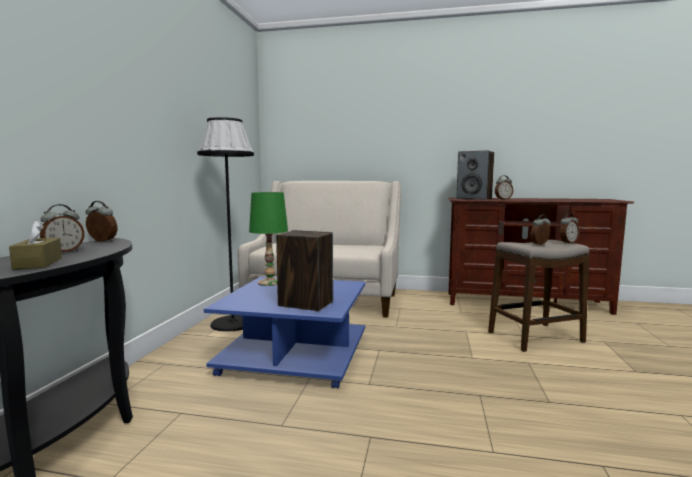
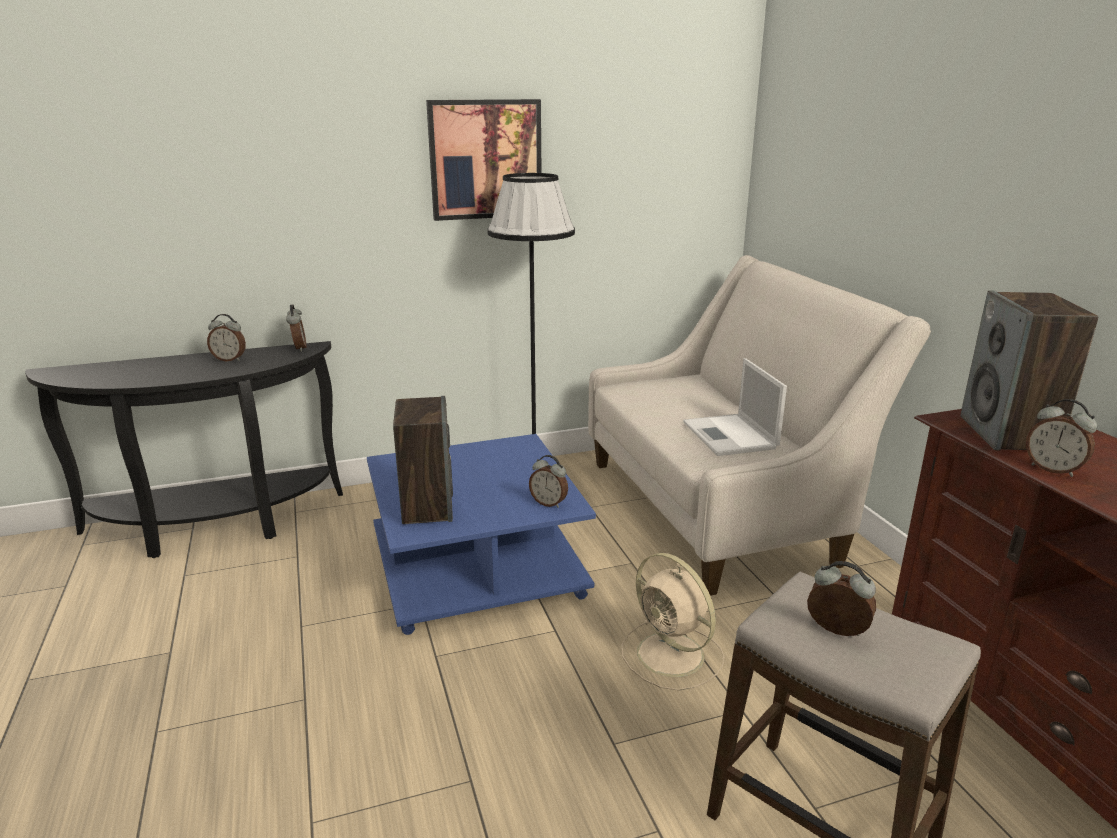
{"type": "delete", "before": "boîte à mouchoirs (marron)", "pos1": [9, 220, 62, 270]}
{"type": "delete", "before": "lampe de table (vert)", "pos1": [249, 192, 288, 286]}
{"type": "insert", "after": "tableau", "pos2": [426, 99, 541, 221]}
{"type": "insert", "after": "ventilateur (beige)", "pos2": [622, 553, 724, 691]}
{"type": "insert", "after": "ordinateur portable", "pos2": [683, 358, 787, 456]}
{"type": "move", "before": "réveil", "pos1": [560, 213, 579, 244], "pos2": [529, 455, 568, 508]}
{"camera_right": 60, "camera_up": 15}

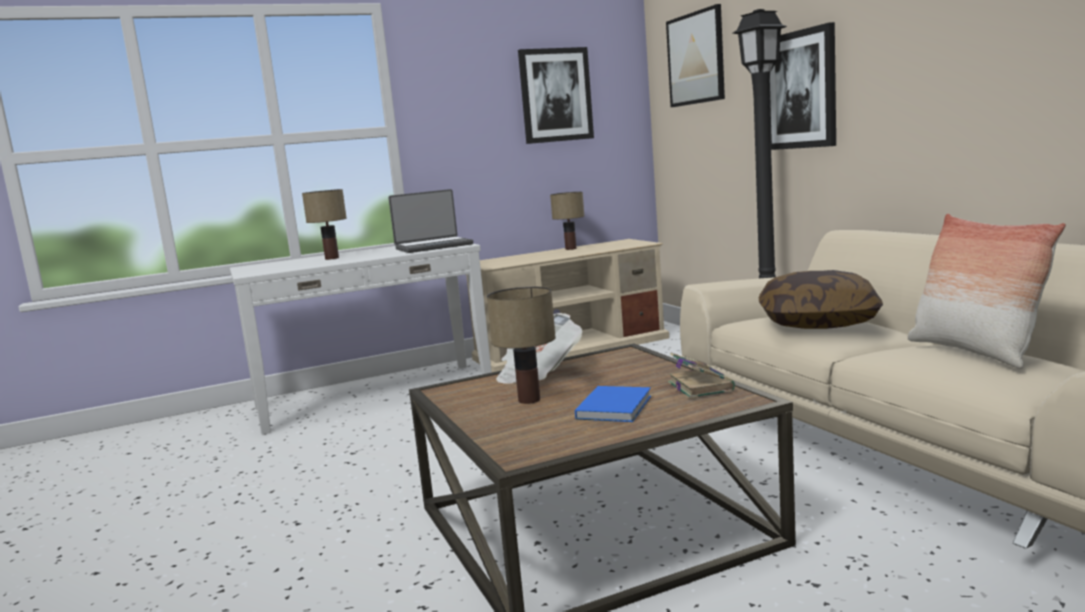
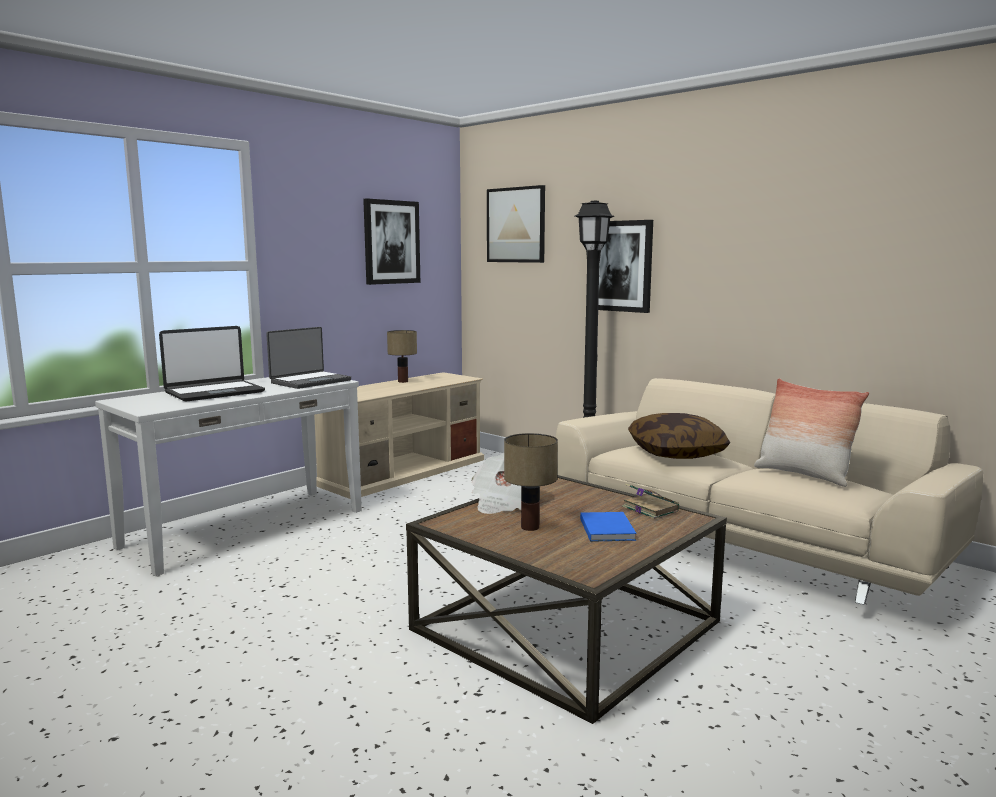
{"type": "replace", "before": "lampe de table", "after": "ordinateur portable", "pos1": [302, 189, 347, 260], "pos2": [159, 326, 265, 402]}
{"camera_right": -25, "camera_up": 0}

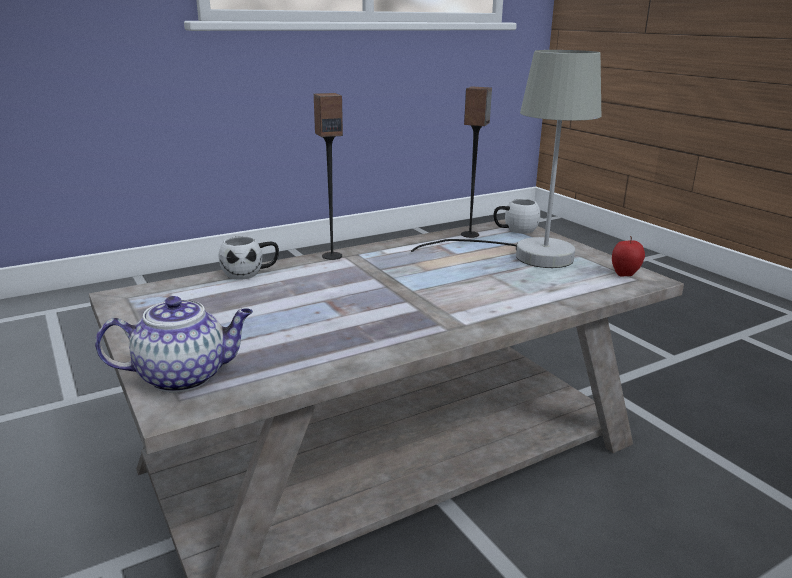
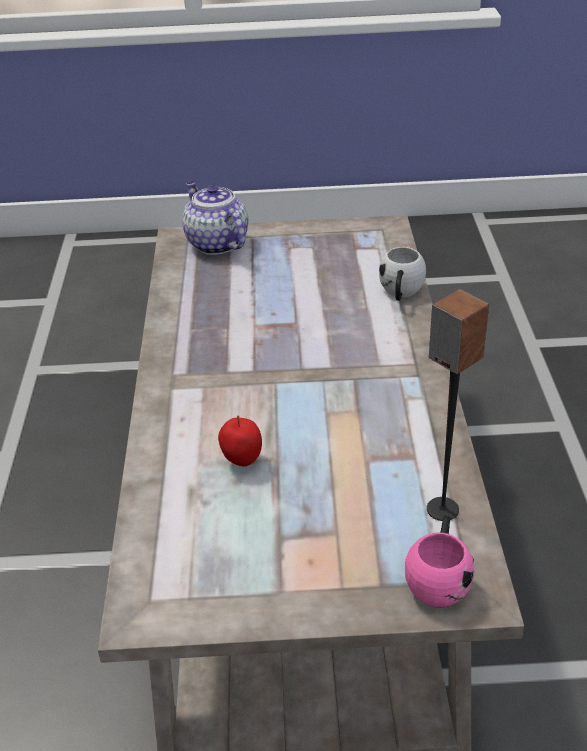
{"type": "delete", "before": "enceinte", "pos1": [314, 93, 343, 260]}
{"type": "delete", "before": "lampe de table (gris)", "pos1": [411, 50, 601, 268]}
{"type": "move", "before": "pomme", "pos1": [612, 236, 645, 277], "pos2": [218, 416, 262, 466]}
{"type": "recolor", "before": "mug (blanc)", "after": "mug (rose)", "pos1": [494, 199, 540, 234], "pos2": [405, 515, 475, 608]}
{"type": "rotate", "before": "théière", "pos1": [95, 296, 253, 393], "pos2": [182, 182, 248, 255], "turn": 135}
{"camera_right": 120, "camera_up": 15}

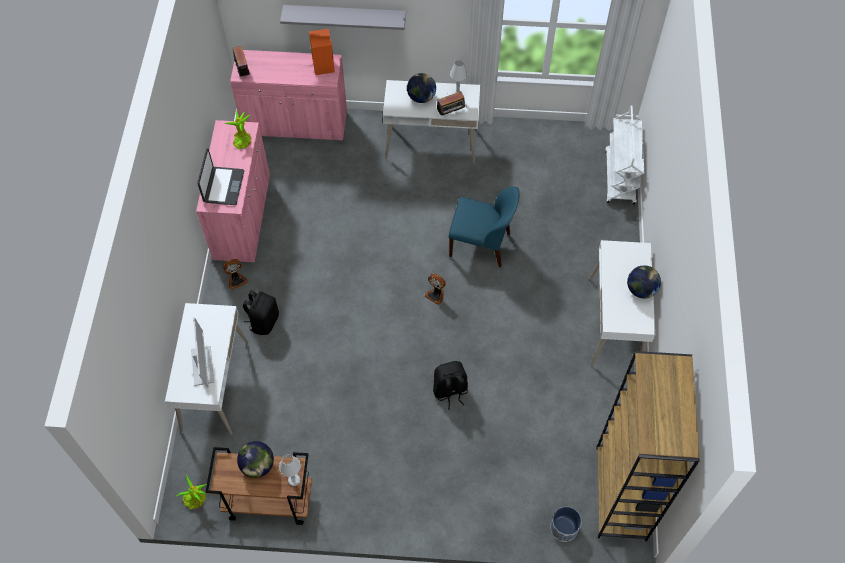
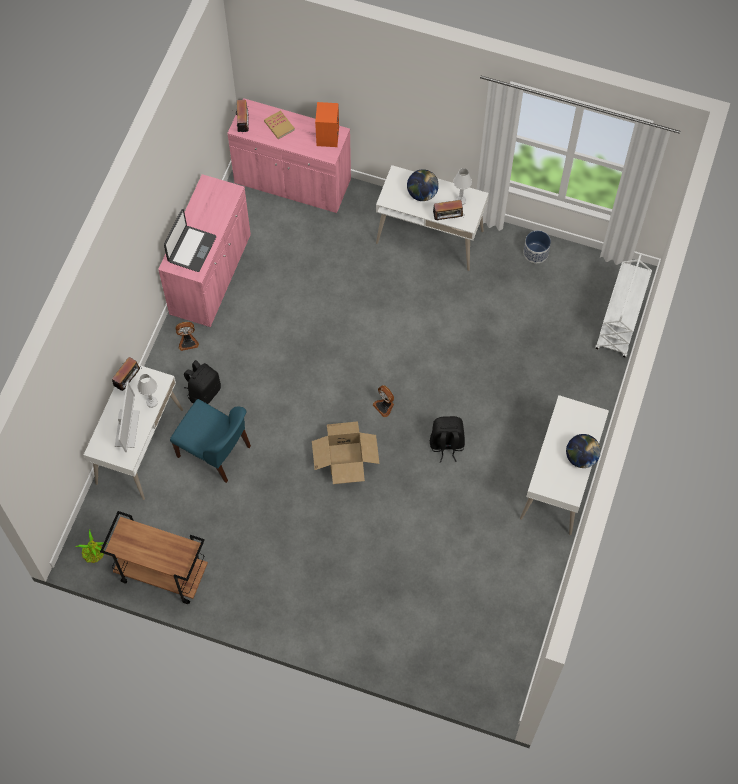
{"type": "delete", "before": "plante en pot", "pos1": [224, 110, 251, 149]}
{"type": "delete", "before": "globe", "pos1": [237, 441, 274, 478]}
{"type": "delete", "before": "étagère (gris)", "pos1": [280, 5, 406, 30]}
{"type": "delete", "before": "bibliothèque (marron)", "pos1": [596, 351, 700, 541]}
{"type": "insert", "after": "radio", "pos2": [109, 357, 142, 391]}
{"type": "insert", "after": "livre", "pos2": [264, 110, 295, 139]}
{"type": "insert", "after": "carton", "pos2": [312, 421, 379, 484]}
{"type": "move", "before": "lampe de table (blanc)", "pos1": [279, 454, 301, 486], "pos2": [137, 374, 158, 408]}
{"type": "move", "before": "sac à dos (noir)", "pos1": [433, 361, 468, 410], "pos2": [430, 416, 465, 463]}
{"type": "move", "before": "chaise (bleu)", "pos1": [449, 186, 519, 267], "pos2": [170, 399, 251, 483]}
{"type": "move", "before": "cache-pot", "pos1": [550, 507, 582, 542], "pos2": [524, 231, 551, 263]}
{"camera_right": 15, "camera_up": 5}

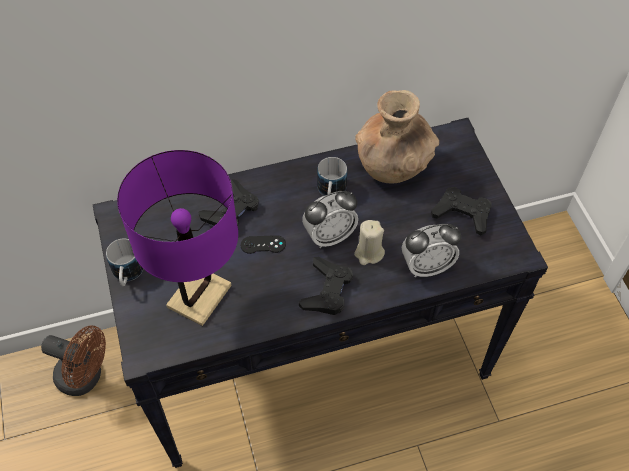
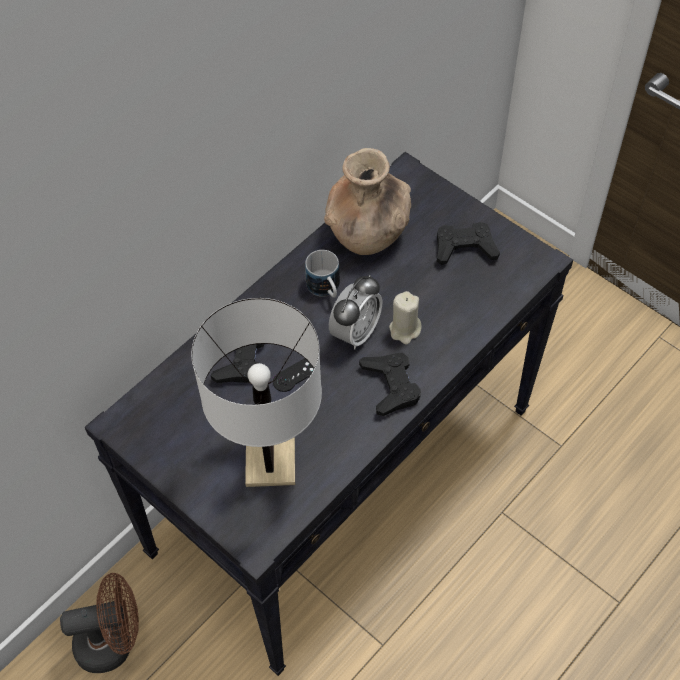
{"type": "delete", "before": "mug", "pos1": [106, 238, 143, 286]}
{"type": "delete", "before": "réveil", "pos1": [402, 224, 461, 277]}
{"type": "recolor", "before": "lampe de table (violet)", "after": "lampe de table (blanc)", "pos1": [117, 150, 238, 326], "pos2": [191, 298, 322, 487]}
{"camera_right": -30, "camera_up": 0}

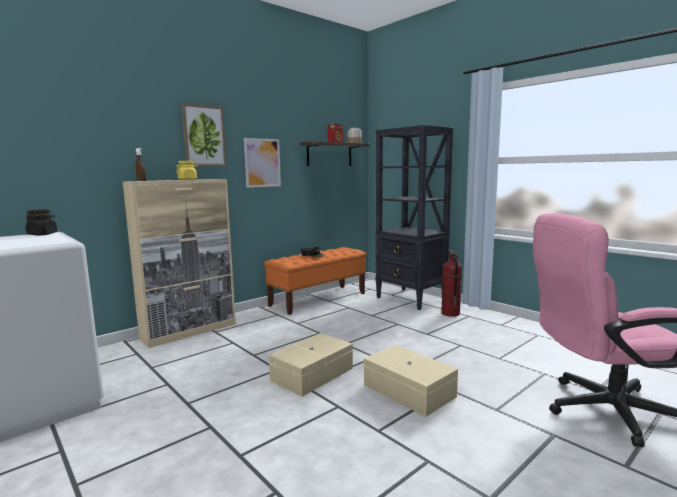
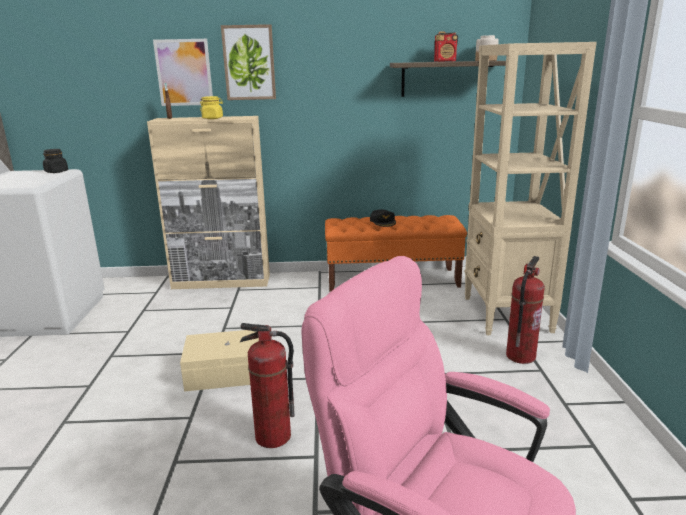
{"type": "move", "before": "tableau", "pos1": [244, 138, 281, 188], "pos2": [153, 39, 213, 106]}
{"type": "replace", "before": "boîte de rangement (beige)", "after": "extincteur", "pos1": [364, 345, 458, 417], "pos2": [240, 323, 295, 448]}
{"type": "recolor", "before": "bibliothèque (noir)", "after": "bibliothèque (beige)", "pos1": [375, 125, 453, 310], "pos2": [464, 42, 597, 335]}
{"camera_right": 40, "camera_up": 10}

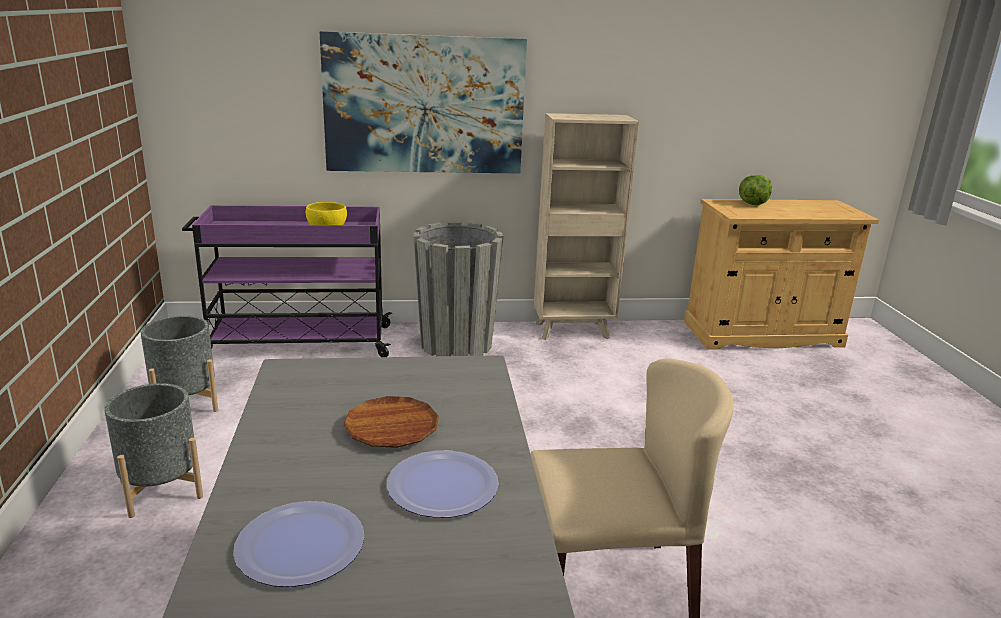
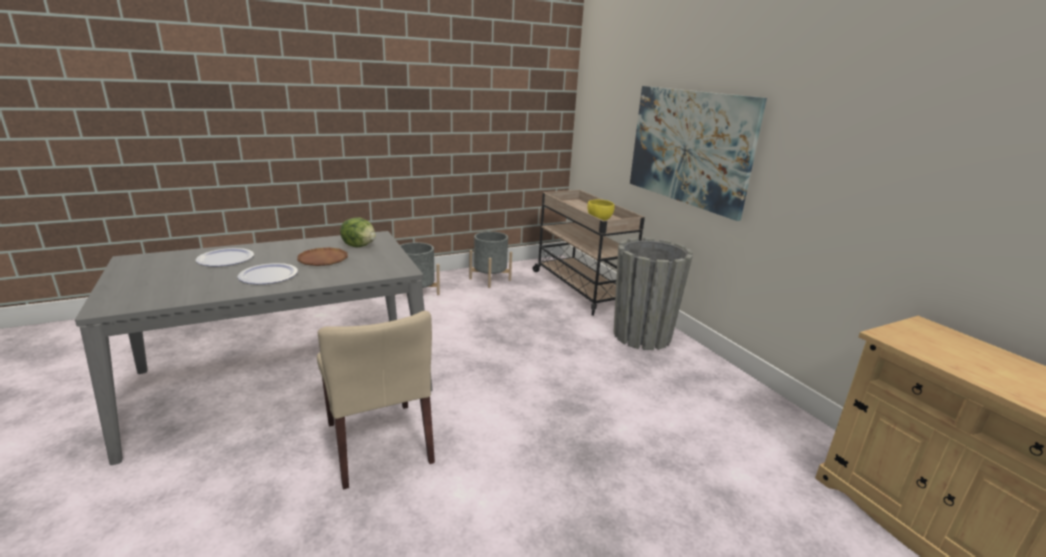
{"type": "delete", "before": "bibliothèque (beige)", "pos1": [534, 113, 639, 340]}
{"type": "move", "before": "laitue", "pos1": [739, 175, 772, 205], "pos2": [340, 218, 376, 247]}
{"type": "recolor", "before": "chariot (violet)", "after": "chariot (beige)", "pos1": [182, 205, 392, 357], "pos2": [533, 190, 645, 316]}
{"camera_right": 70, "camera_up": 0}

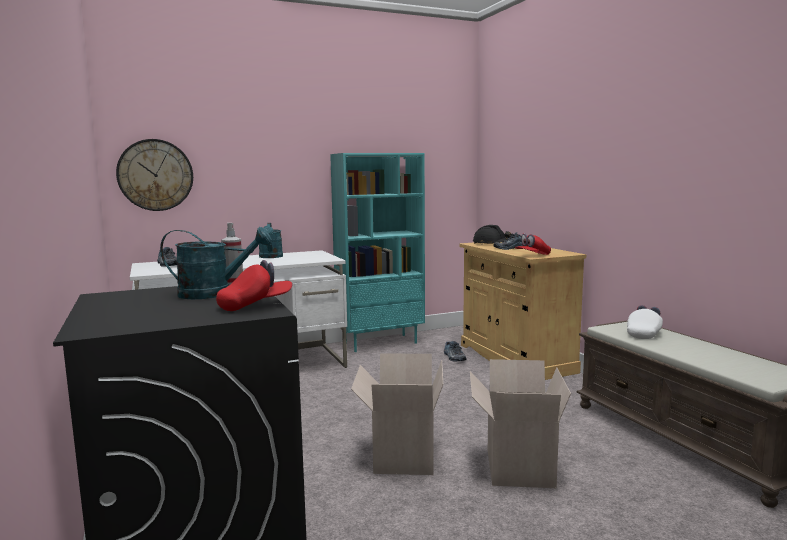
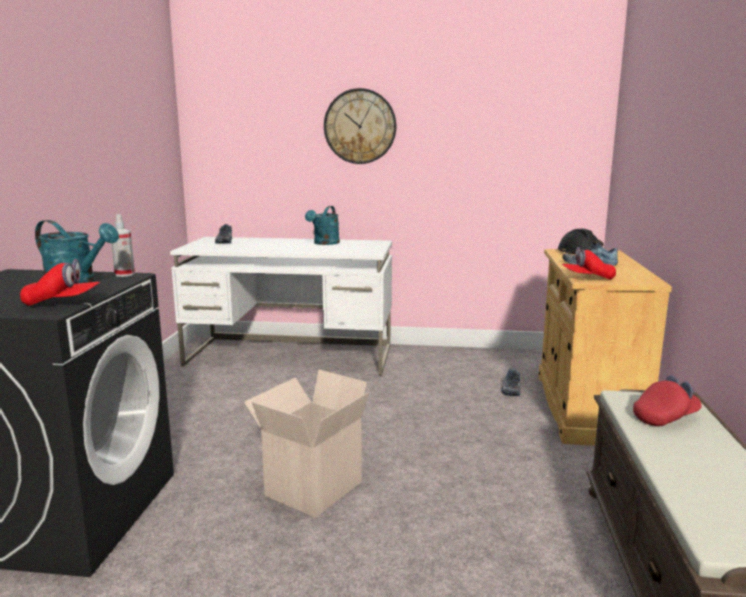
{"type": "delete", "before": "bibliothèque (turquoise)", "pos1": [330, 153, 425, 352]}
{"type": "delete", "before": "carton", "pos1": [470, 359, 571, 488]}
{"type": "move", "before": "horloge murale", "pos1": [116, 139, 193, 211], "pos2": [324, 88, 396, 164]}
{"type": "recolor", "before": "casquette (blanc)", "after": "casquette (rouge)", "pos1": [627, 305, 663, 339], "pos2": [633, 375, 702, 426]}
{"camera_right": 30, "camera_up": 5}

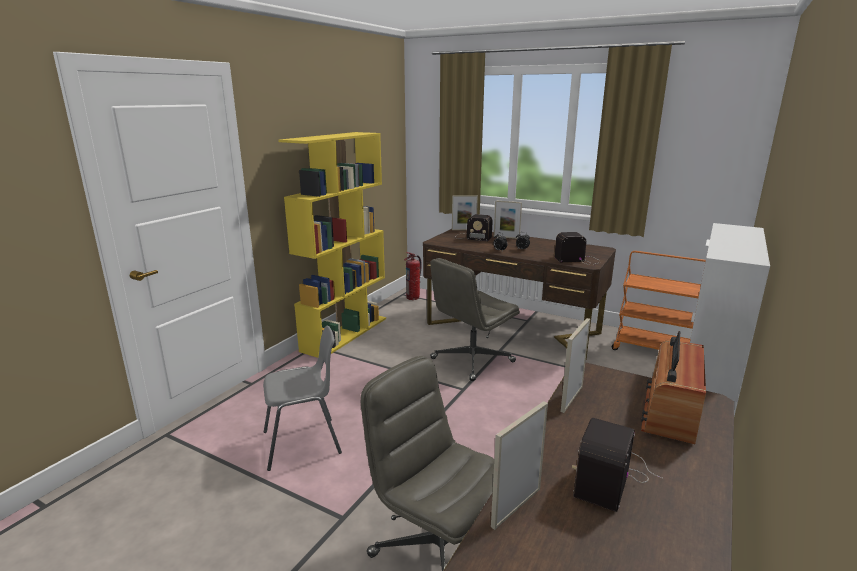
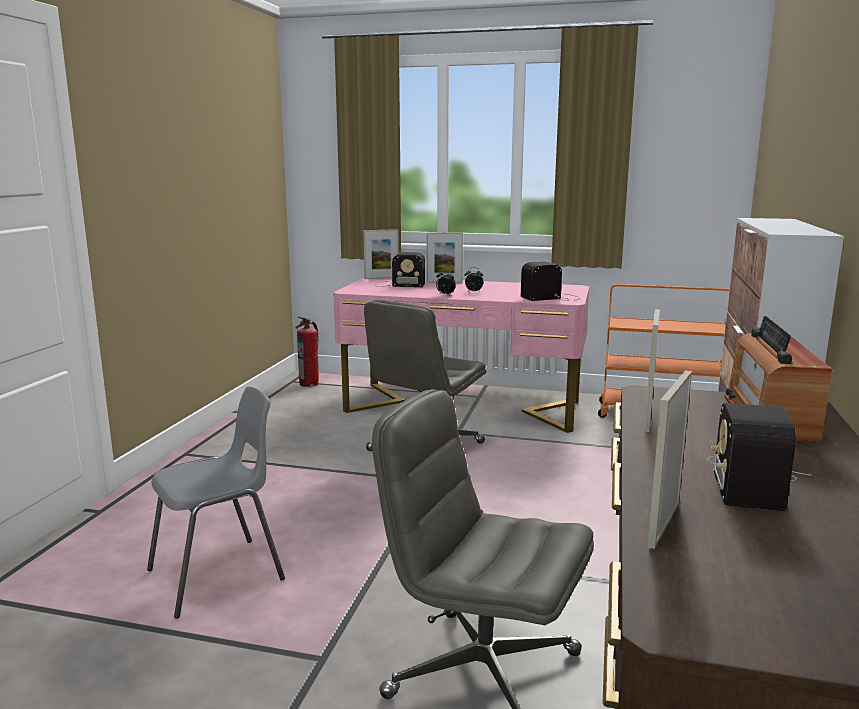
{"type": "delete", "before": "bibliothèque (jaune)", "pos1": [278, 132, 386, 358]}
{"type": "recolor", "before": "bureau (marron)", "after": "bureau (rose)", "pos1": [423, 229, 616, 359], "pos2": [333, 278, 589, 433]}
{"camera_right": -15, "camera_up": -5}

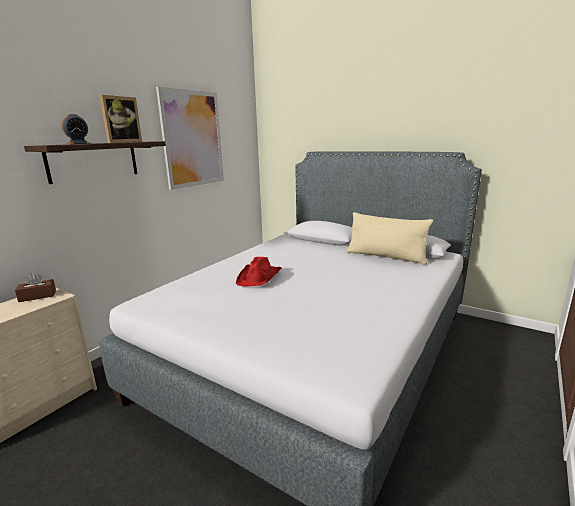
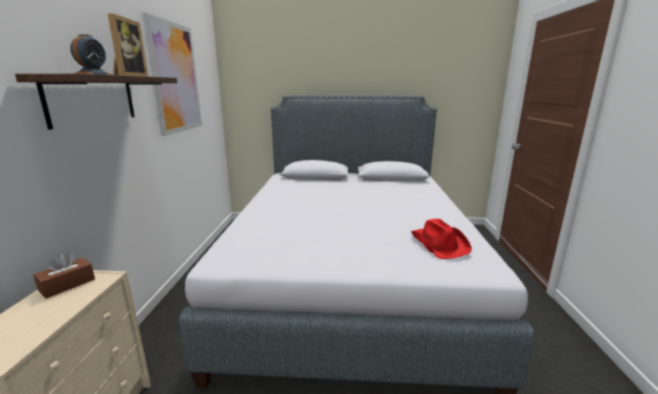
{"type": "delete", "before": "coussin (beige)", "pos1": [347, 212, 433, 265]}
{"type": "move", "before": "chapeau (rouge)", "pos1": [236, 257, 282, 286], "pos2": [411, 219, 472, 259]}
{"camera_right": -30, "camera_up": 0}

